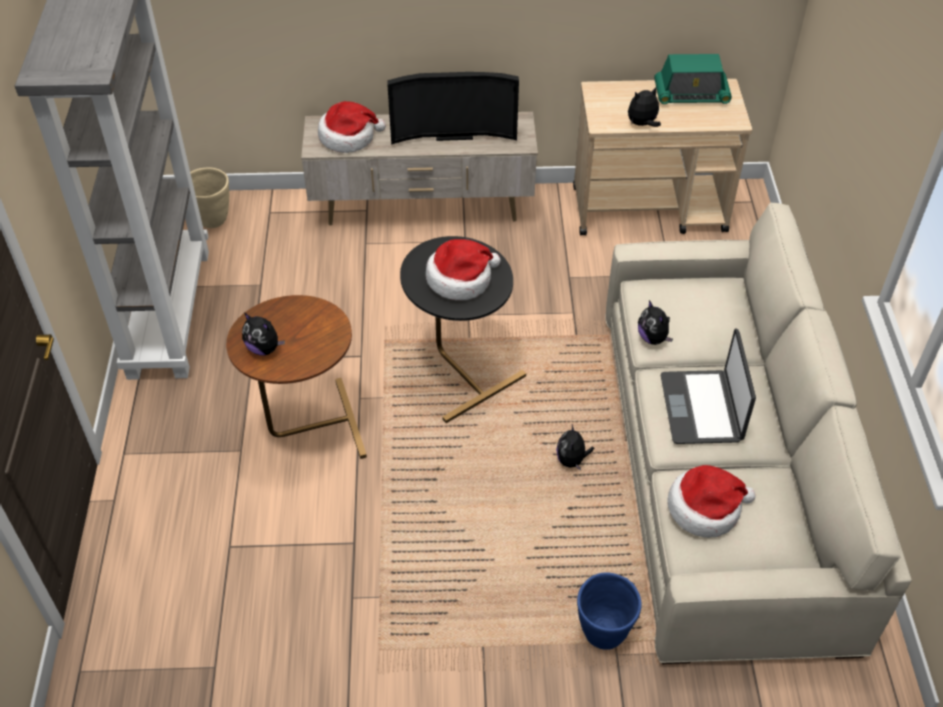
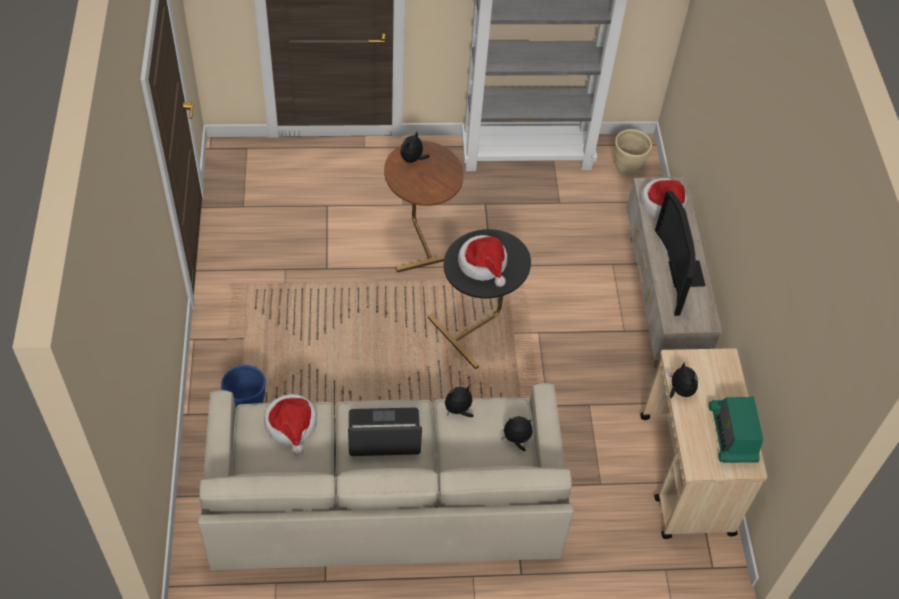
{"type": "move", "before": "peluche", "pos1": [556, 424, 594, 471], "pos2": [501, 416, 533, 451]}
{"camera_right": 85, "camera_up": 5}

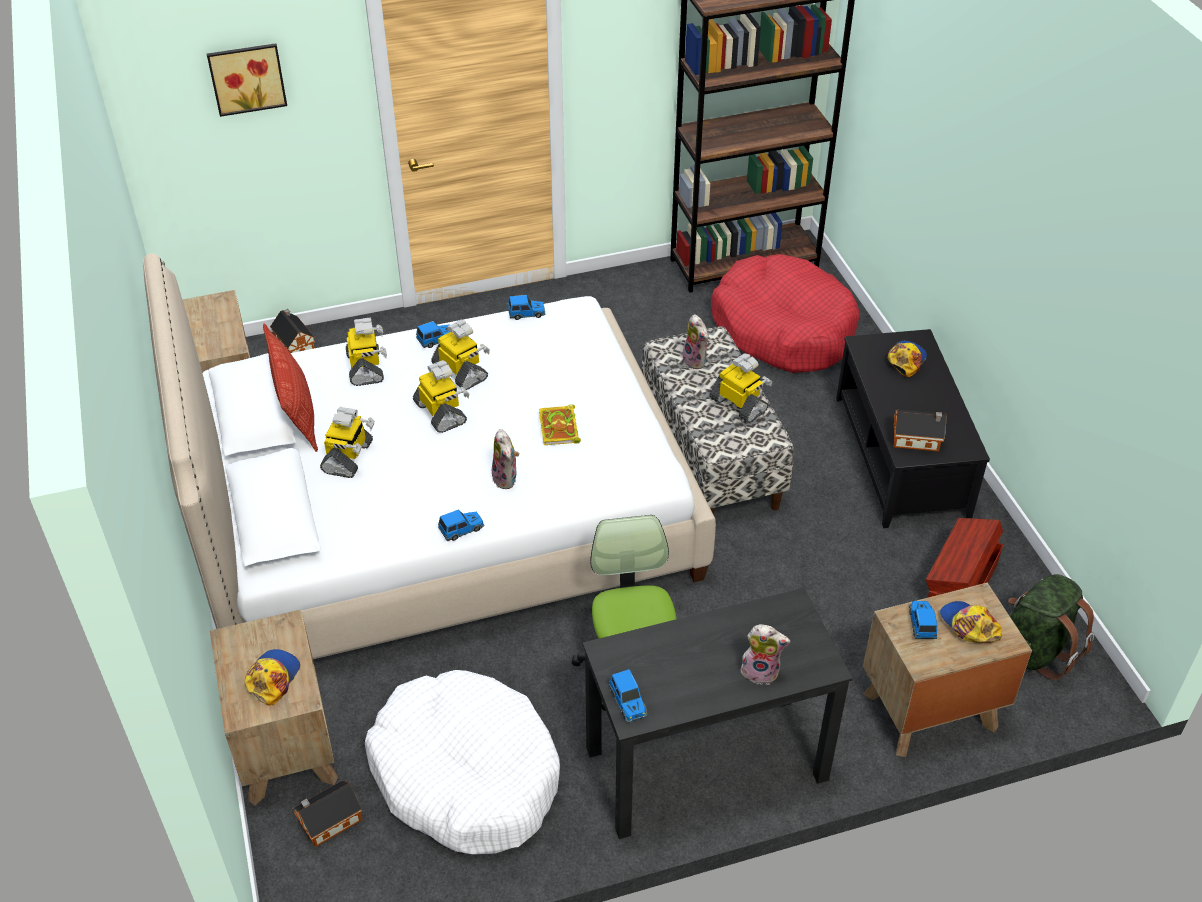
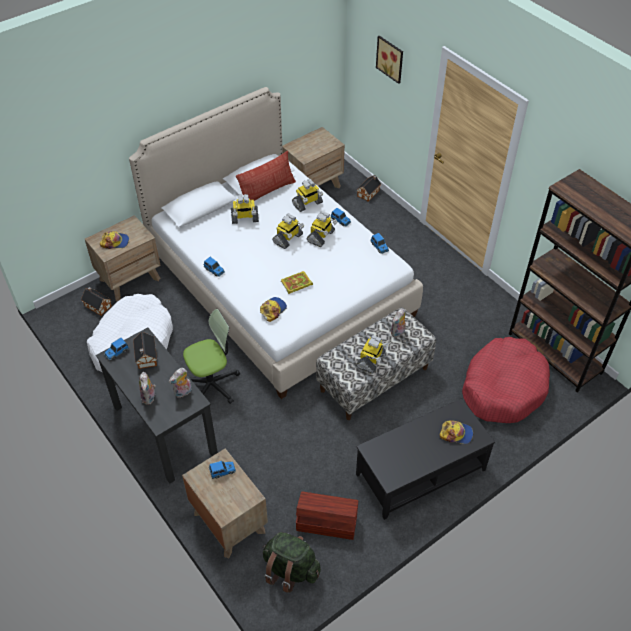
{"type": "move", "before": "peluche", "pos1": [492, 429, 519, 489], "pos2": [169, 368, 192, 398]}
{"type": "move", "before": "maison miniature", "pos1": [893, 409, 947, 451], "pos2": [133, 332, 157, 369]}
{"type": "move", "before": "casquette", "pos1": [940, 601, 1002, 643], "pos2": [260, 297, 287, 322]}
{"camera_right": 70, "camera_up": 5}

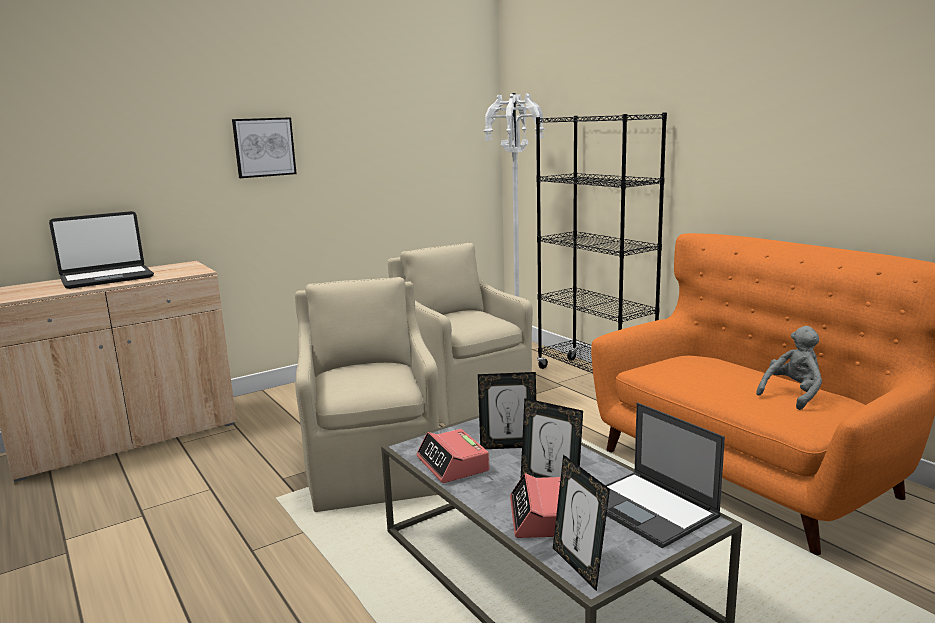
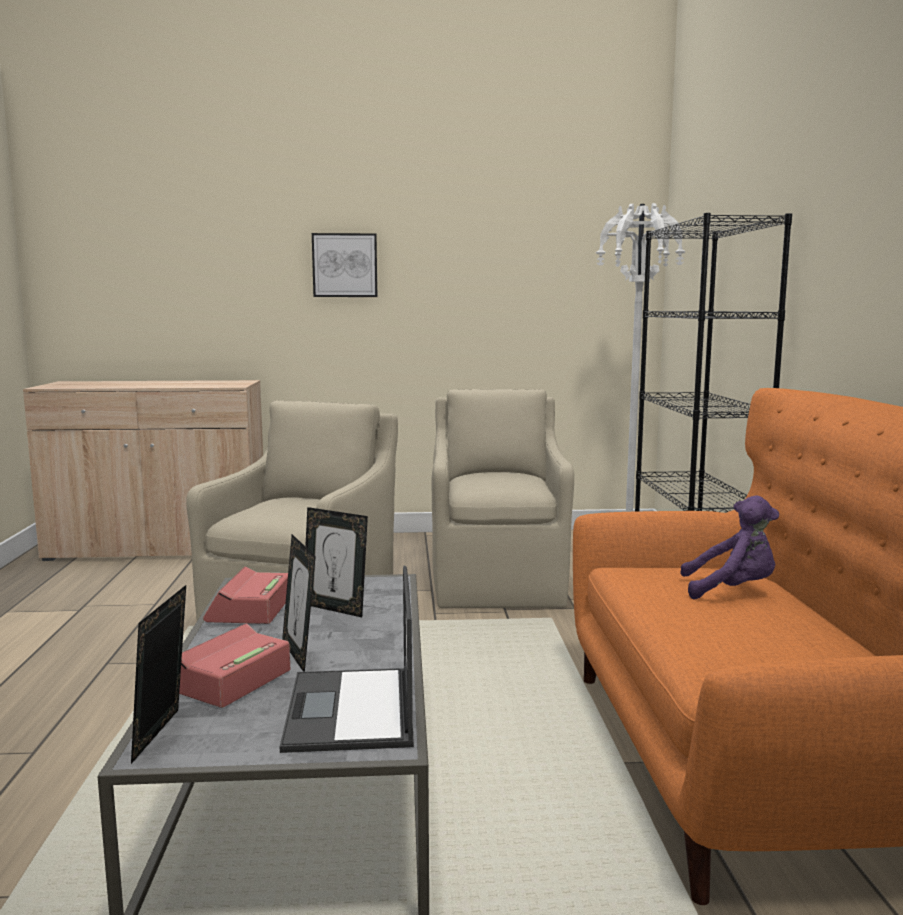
{"type": "delete", "before": "ordinateur portable", "pos1": [49, 211, 154, 289]}
{"type": "delete", "before": "peluche (gris)", "pos1": [756, 326, 822, 410]}
{"type": "insert", "after": "peluche (violet)", "pos2": [680, 496, 779, 599]}
{"camera_right": 30, "camera_up": -5}

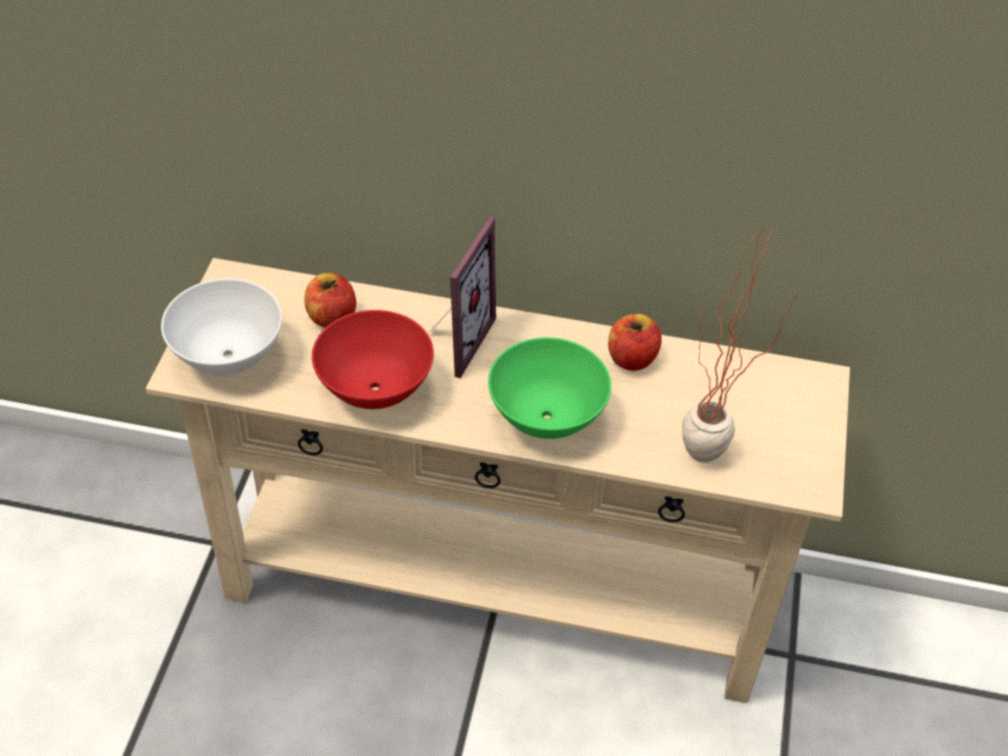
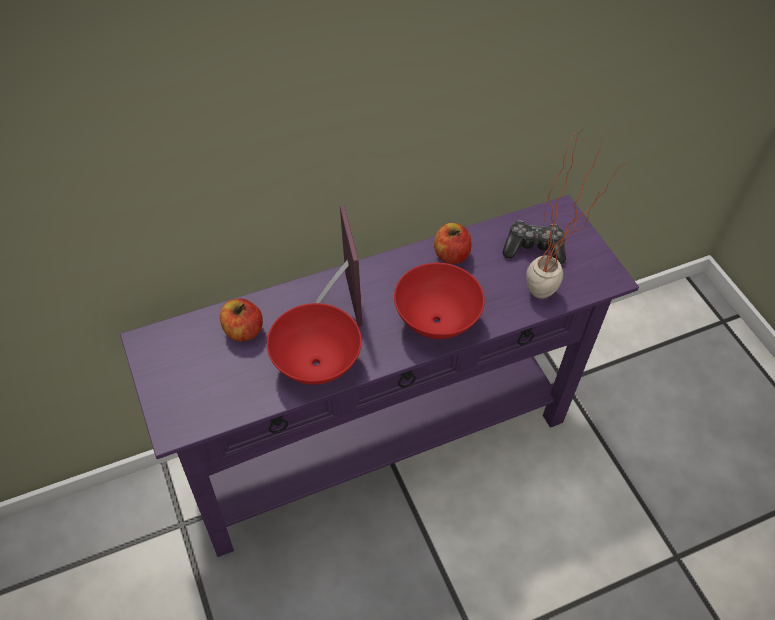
{"type": "delete", "before": "bol (blanc)", "pos1": [161, 278, 282, 375]}
{"type": "insert", "after": "manette", "pos2": [503, 220, 566, 264]}
{"type": "recolor", "before": "table console (beige)", "after": "table console (violet)", "pos1": [146, 258, 850, 703], "pos2": [120, 195, 639, 557]}
{"type": "recolor", "before": "bol (vert)", "after": "bol (rouge)", "pos1": [488, 337, 611, 439], "pos2": [394, 263, 485, 339]}
{"camera_right": -35, "camera_up": 5}

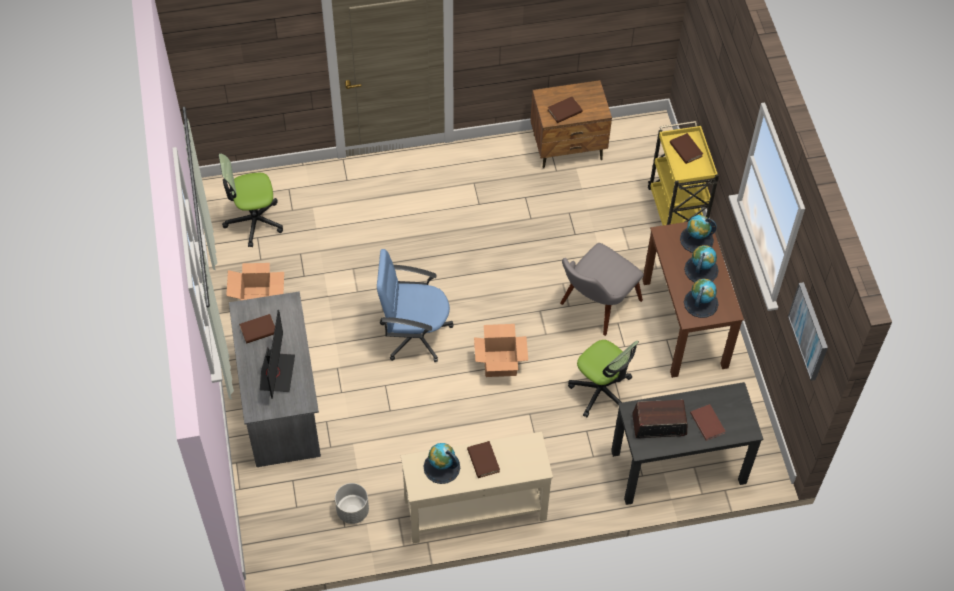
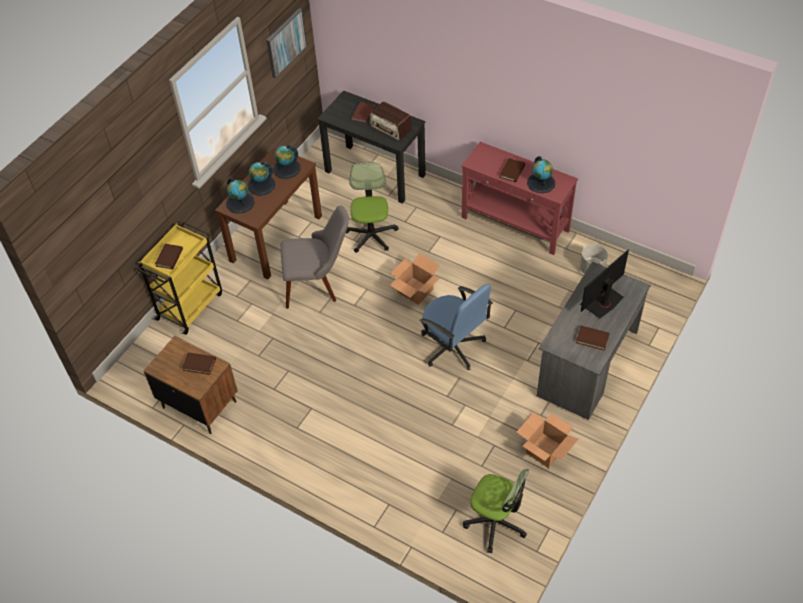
{"type": "recolor", "before": "table console (beige)", "after": "table console (rouge)", "pos1": [401, 432, 553, 543], "pos2": [461, 142, 578, 255]}
{"camera_right": -135, "camera_up": -5}

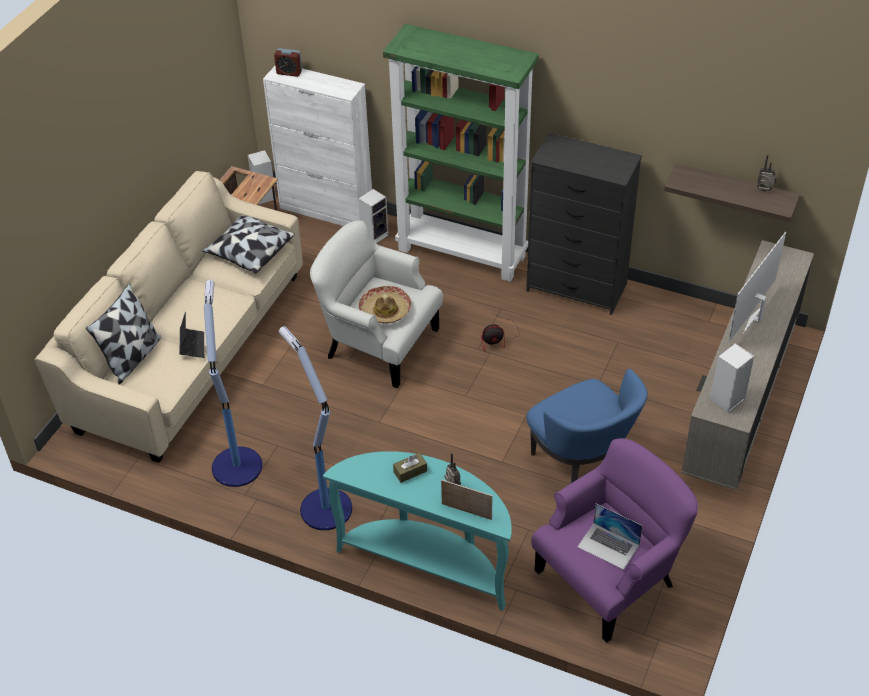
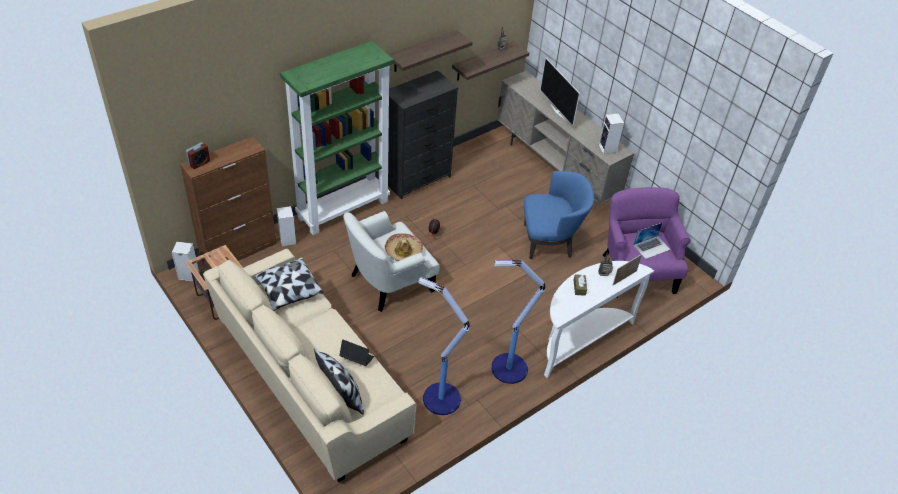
{"type": "insert", "after": "étagère", "pos2": [388, 30, 473, 72]}
{"type": "recolor", "before": "meuble de rangement (blanc)", "after": "meuble de rangement (marron)", "pos1": [263, 66, 372, 226], "pos2": [180, 137, 276, 262]}
{"type": "recolor", "before": "table console (turquoise)", "after": "table console (blanc)", "pos1": [323, 451, 512, 611], "pos2": [544, 261, 654, 378]}
{"camera_right": -65, "camera_up": 0}

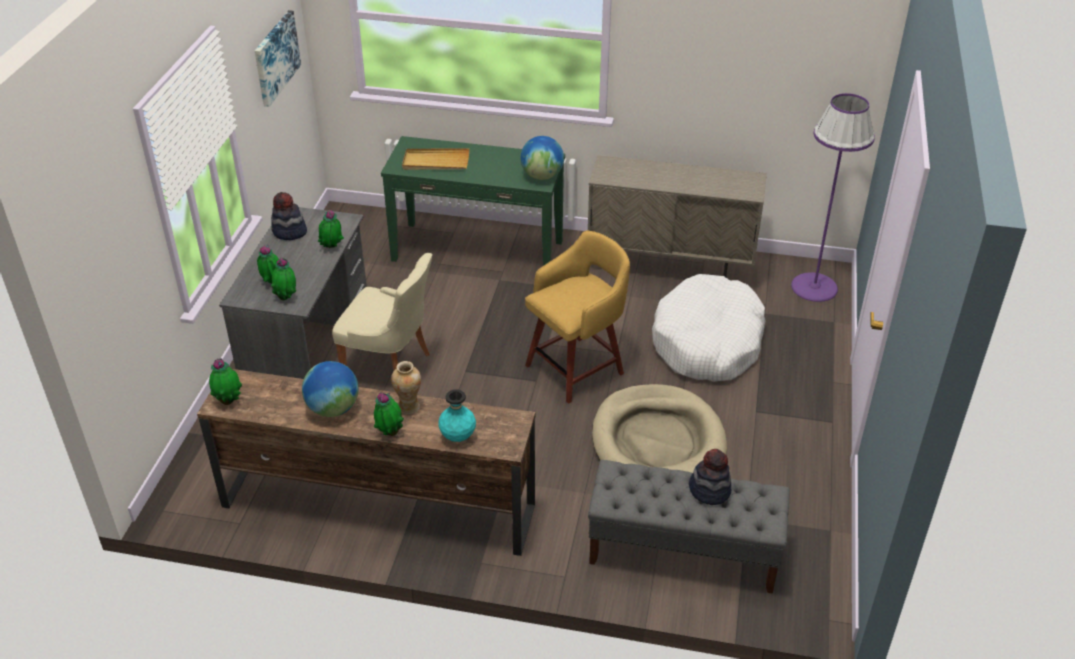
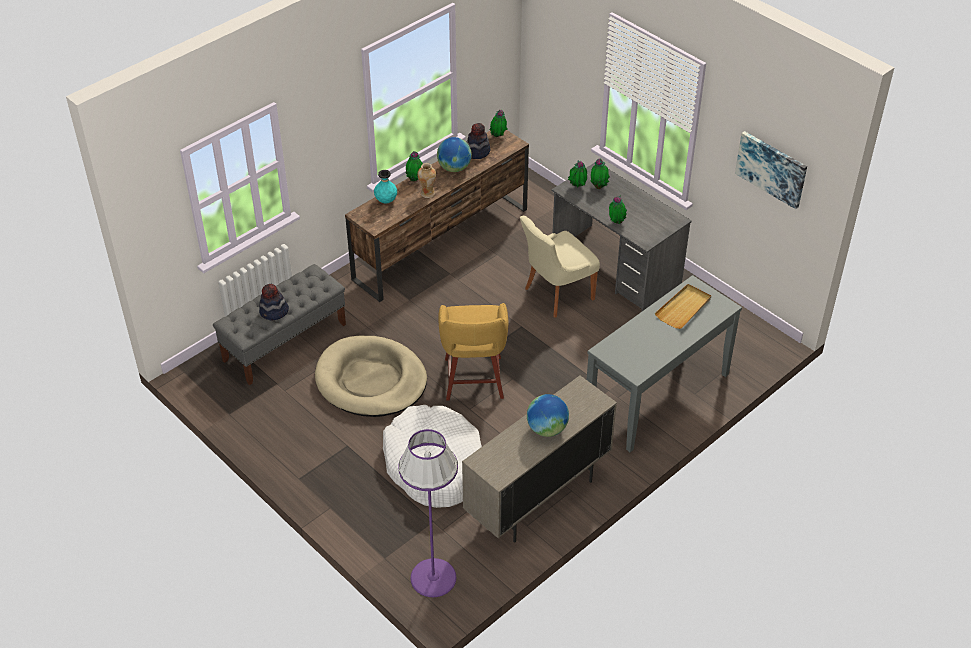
{"type": "move", "before": "chapeau", "pos1": [271, 192, 307, 240], "pos2": [467, 123, 490, 159]}
{"type": "move", "before": "globe", "pos1": [520, 136, 564, 180], "pos2": [527, 394, 569, 437]}
{"type": "recolor", "before": "table console (vert)", "after": "table console (gris)", "pos1": [381, 136, 565, 266], "pos2": [587, 275, 742, 452]}
{"camera_right": 125, "camera_up": 5}

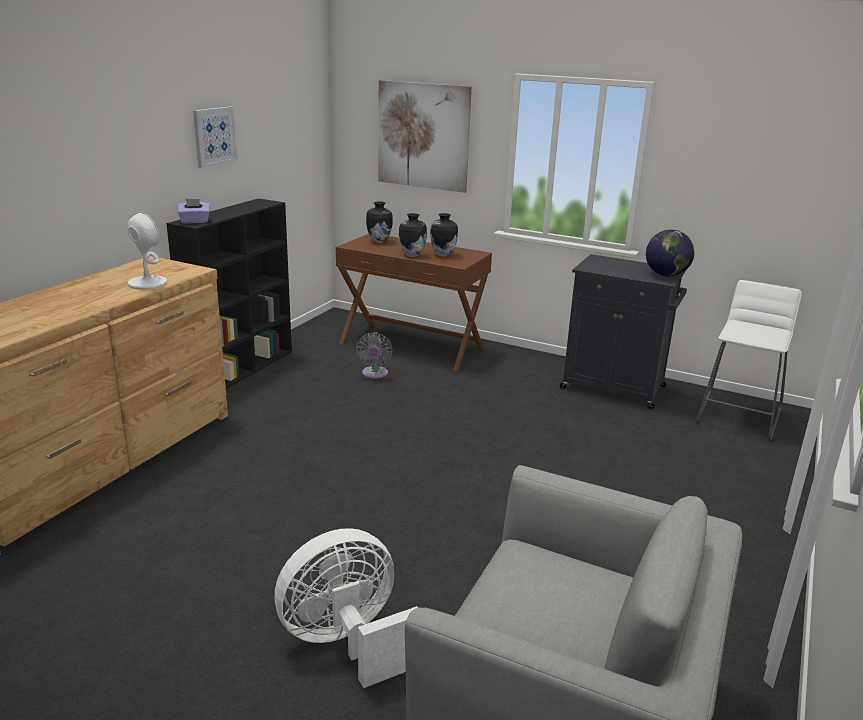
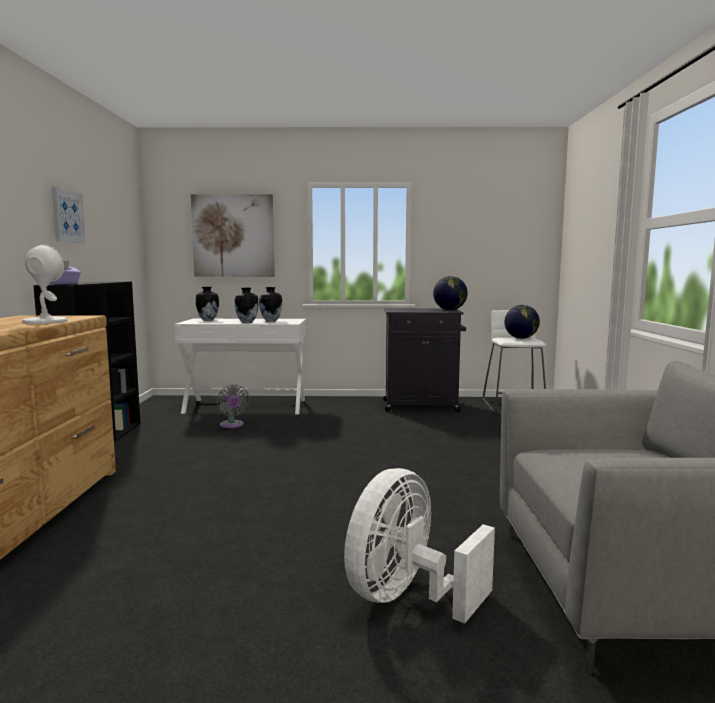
{"type": "insert", "after": "globe", "pos2": [504, 305, 540, 339]}
{"type": "recolor", "before": "table console (marron)", "after": "table console (blanc)", "pos1": [336, 234, 492, 371], "pos2": [175, 319, 306, 414]}
{"camera_right": -25, "camera_up": -15}

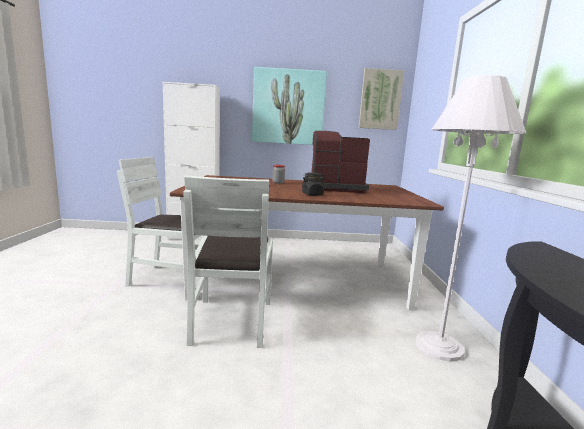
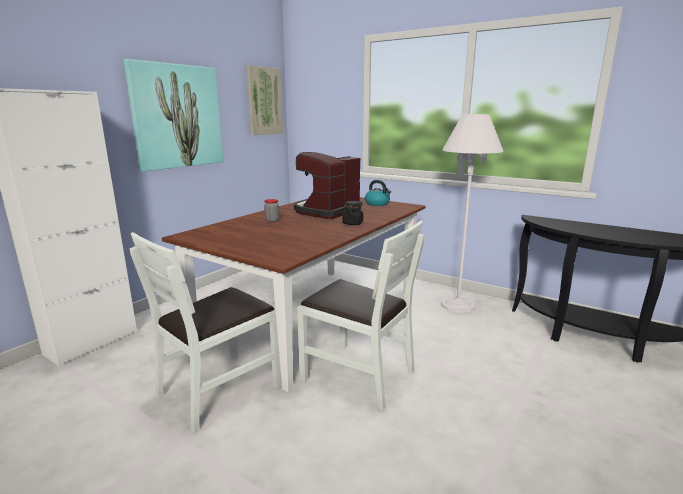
{"type": "insert", "after": "bouilloire", "pos2": [365, 180, 391, 206]}
{"camera_right": -55, "camera_up": 5}

